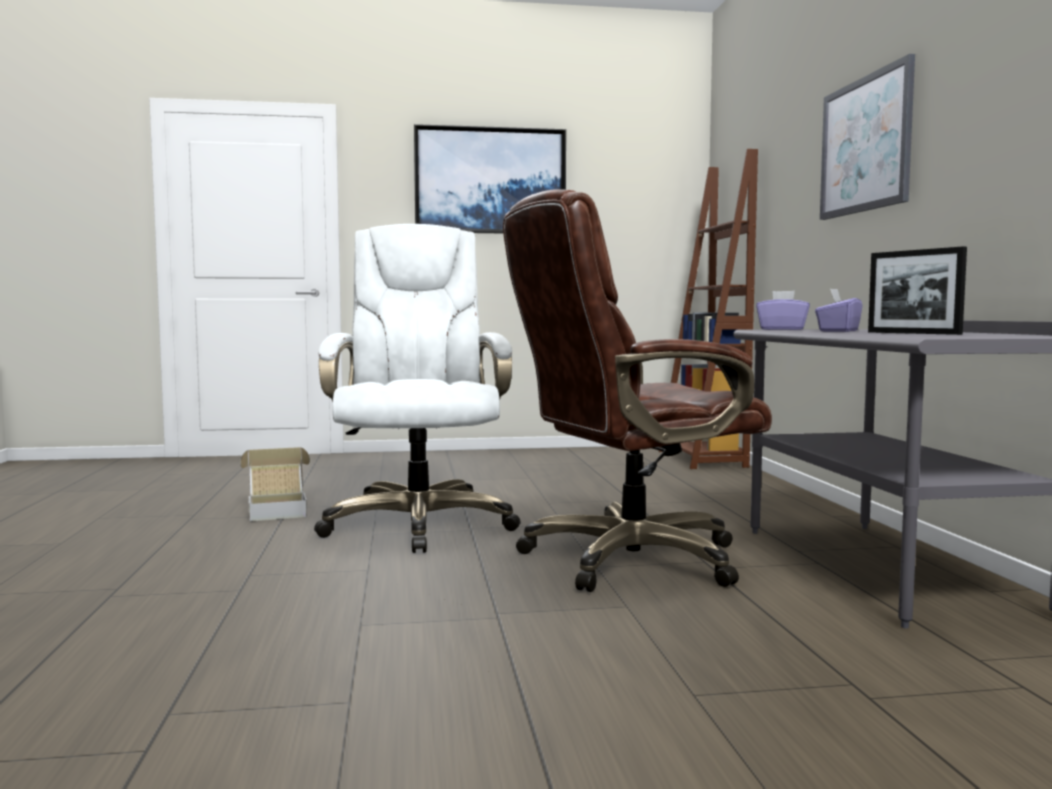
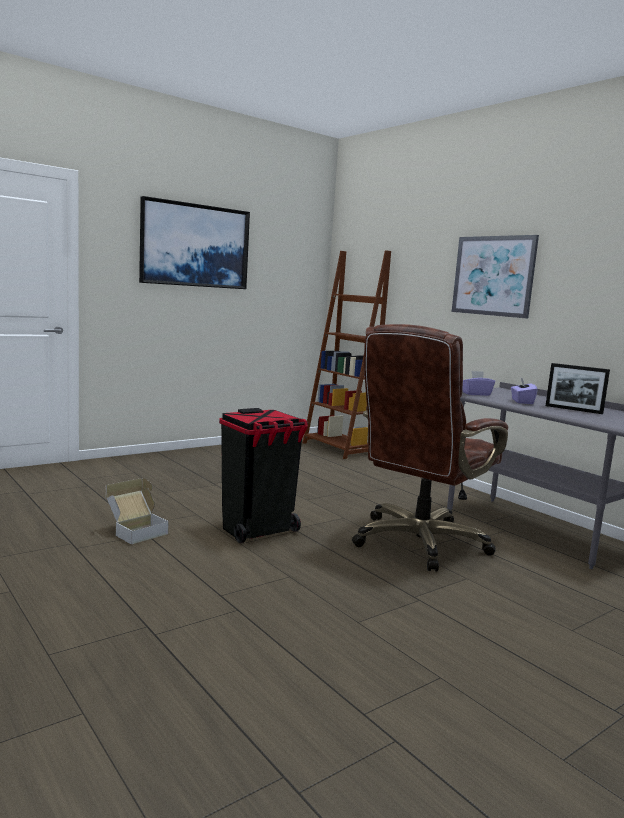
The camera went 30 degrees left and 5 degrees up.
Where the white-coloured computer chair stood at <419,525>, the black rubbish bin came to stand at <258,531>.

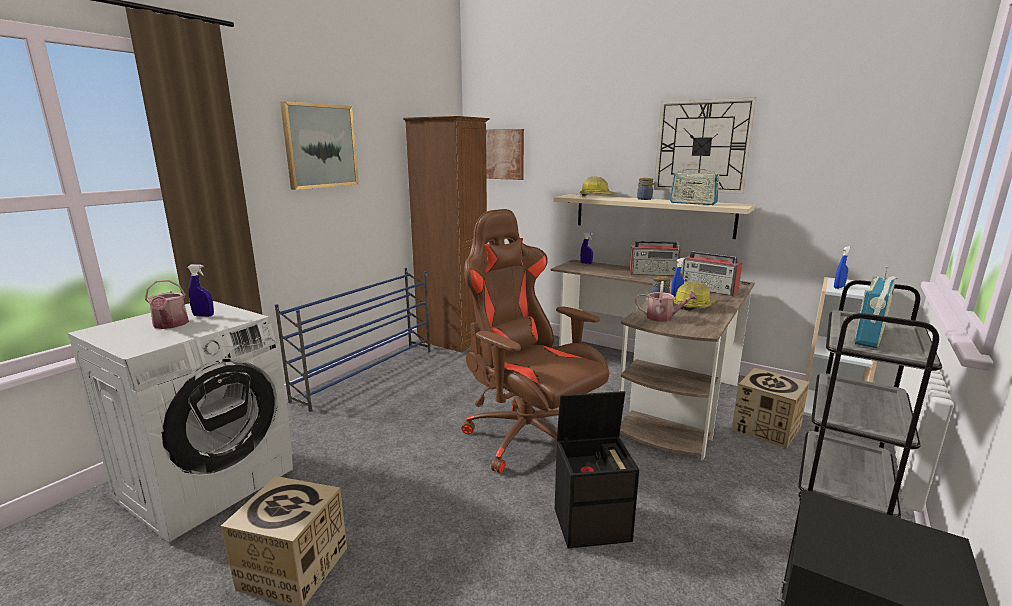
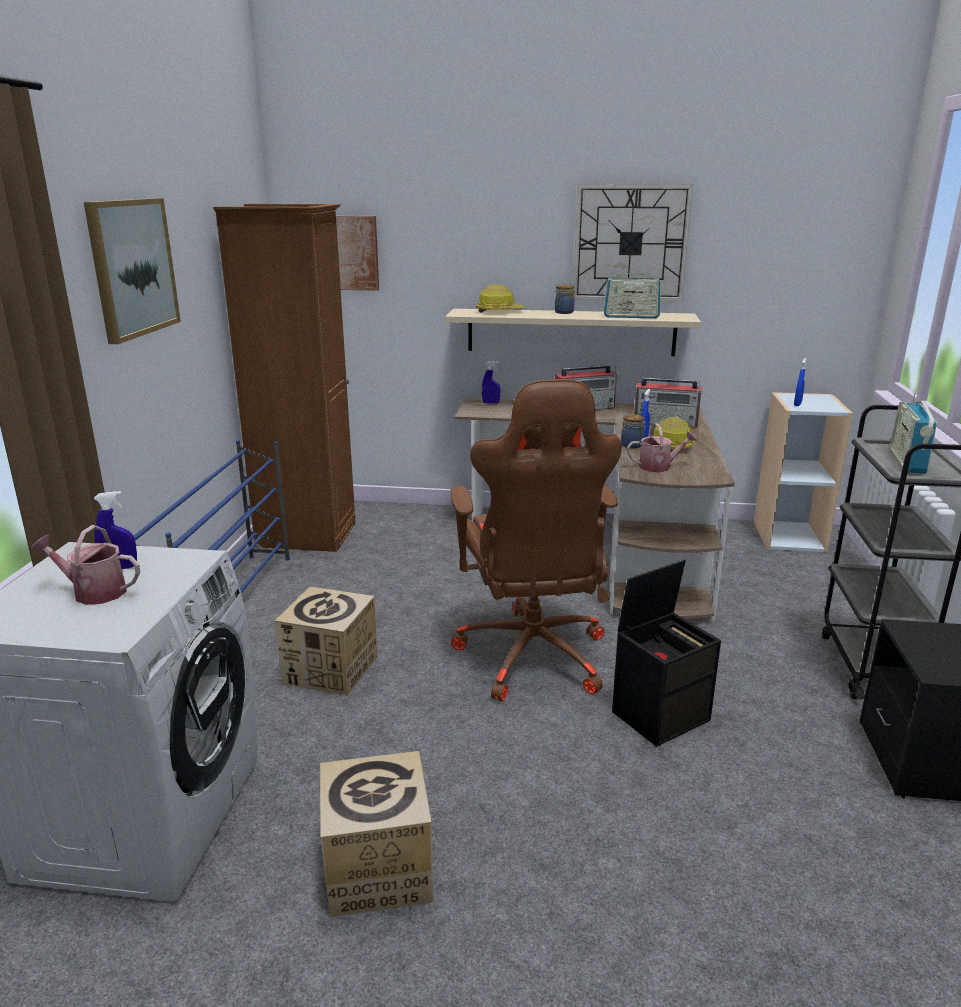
The camera went 25 degrees left and 5 degrees up.
The packing box ended up elsewhere, having gone from <766,428> to <331,669>.
The sprinkling can at <170,325> ended up facing another way, 150 degrees clockwise from before.
The brown computer chair at <533,444> ended up facing another way, 120 degrees counterclockwise from before.

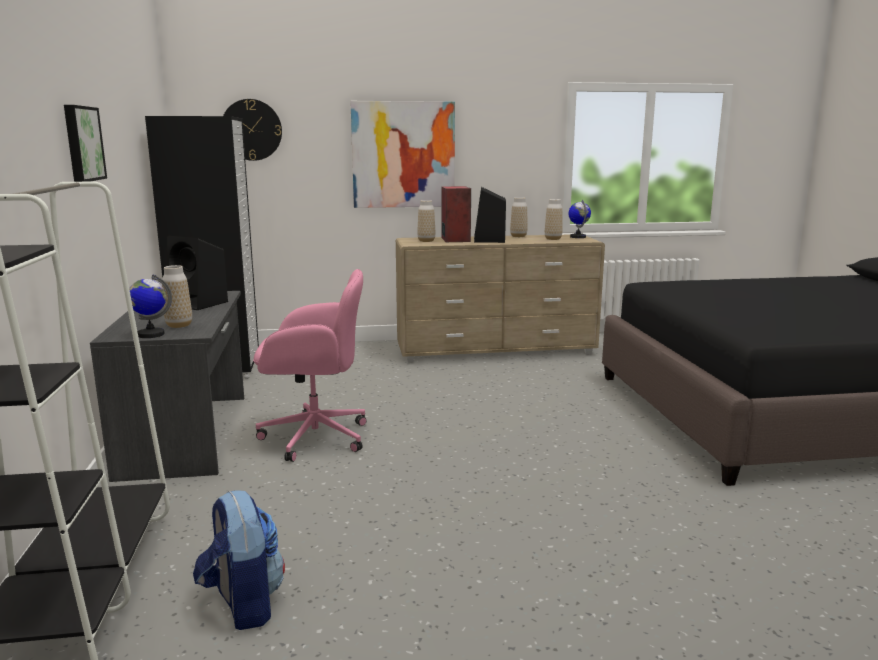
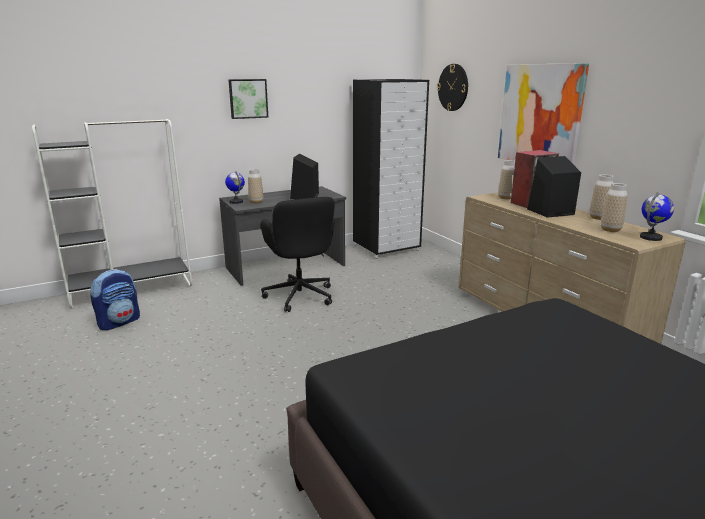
The camera went 70 degrees right and 5 degrees up.
What was the pink-coloured computer chair at <315,438> turned into the black computer chair at <299,296>.

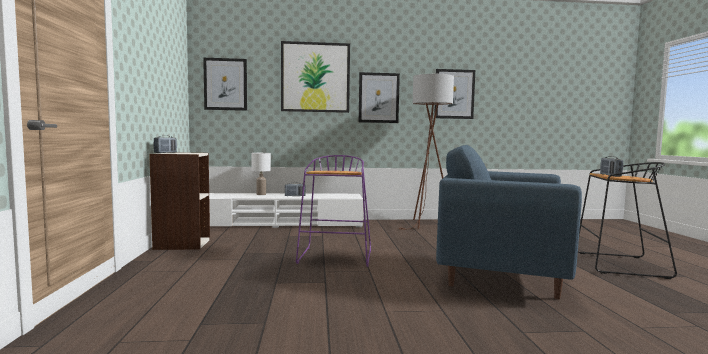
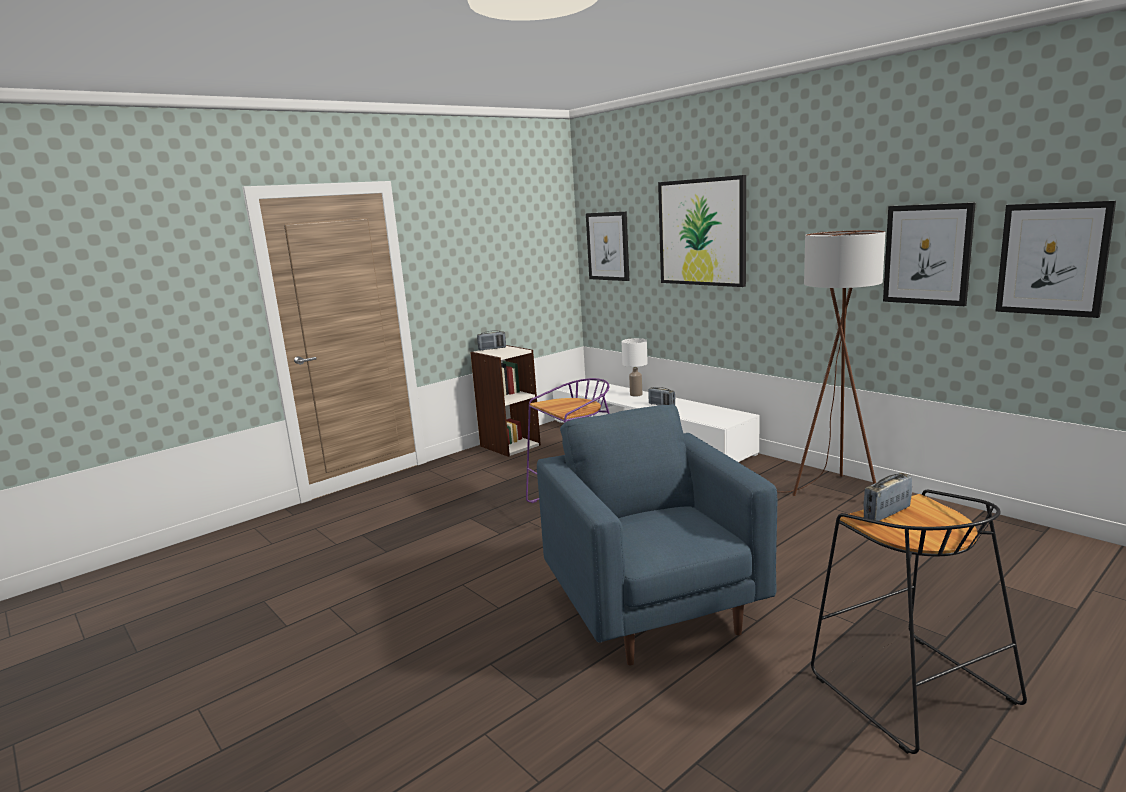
The camera went 55 degrees right and 10 degrees up.
The picture ended up elsewhere, having gone from <378,98> to <1052,259>.

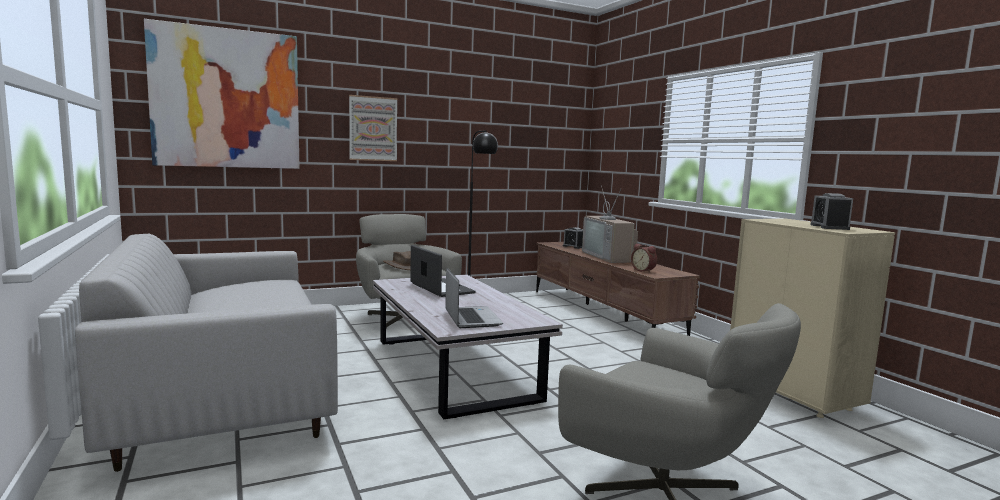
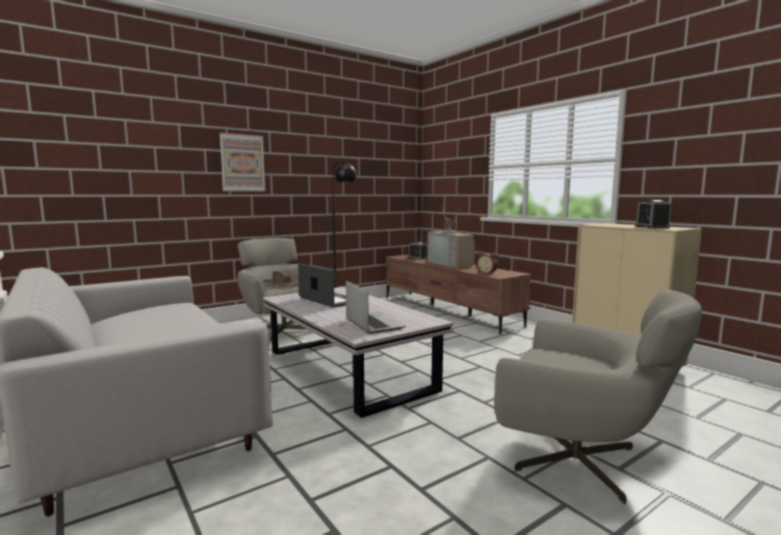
The camera went 10 degrees left and 0 degrees up.
The second view lost the picture at <226,99>.

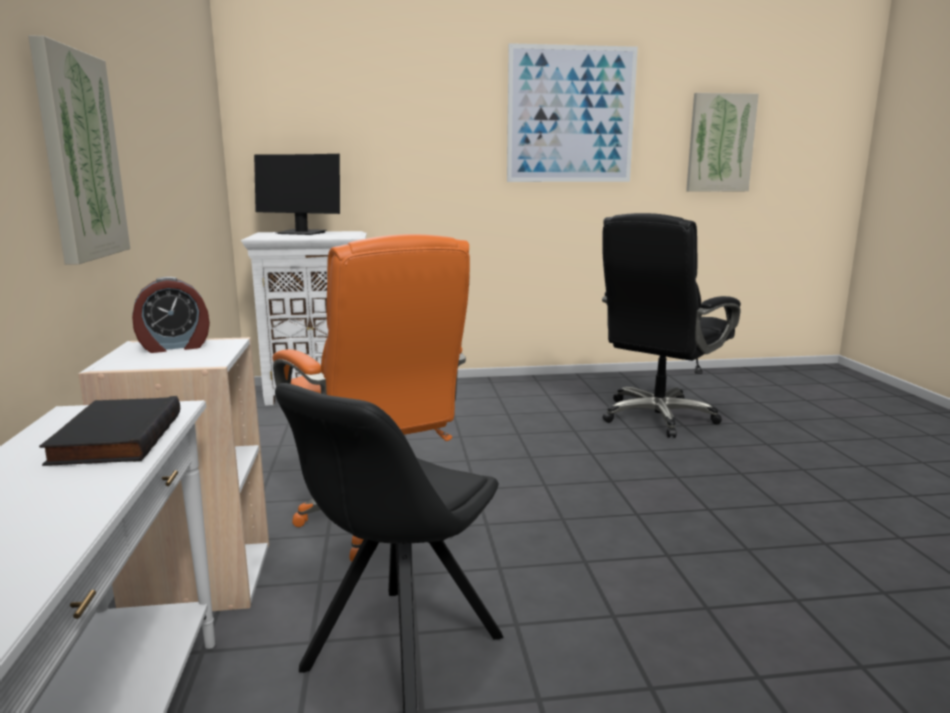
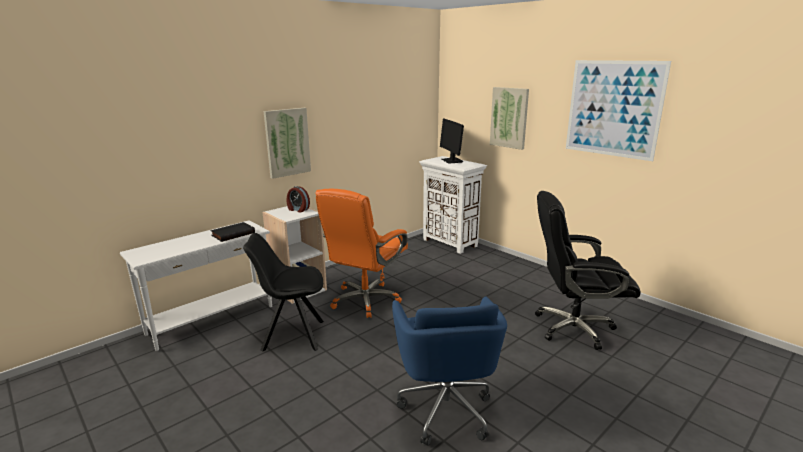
The camera went 55 degrees right and 5 degrees up.
The second view gained the bluish computer chair at <444,408>.
The picture ended up elsewhere, having gone from <720,143> to <509,117>.

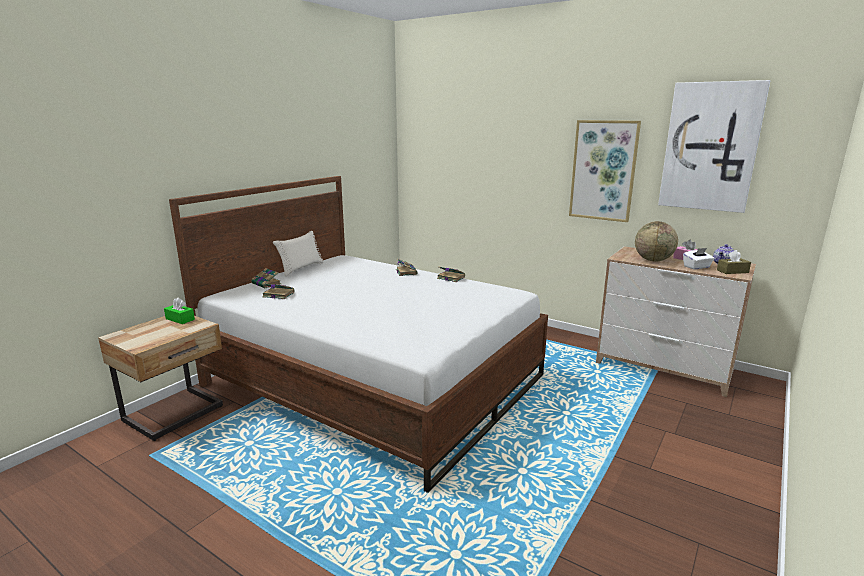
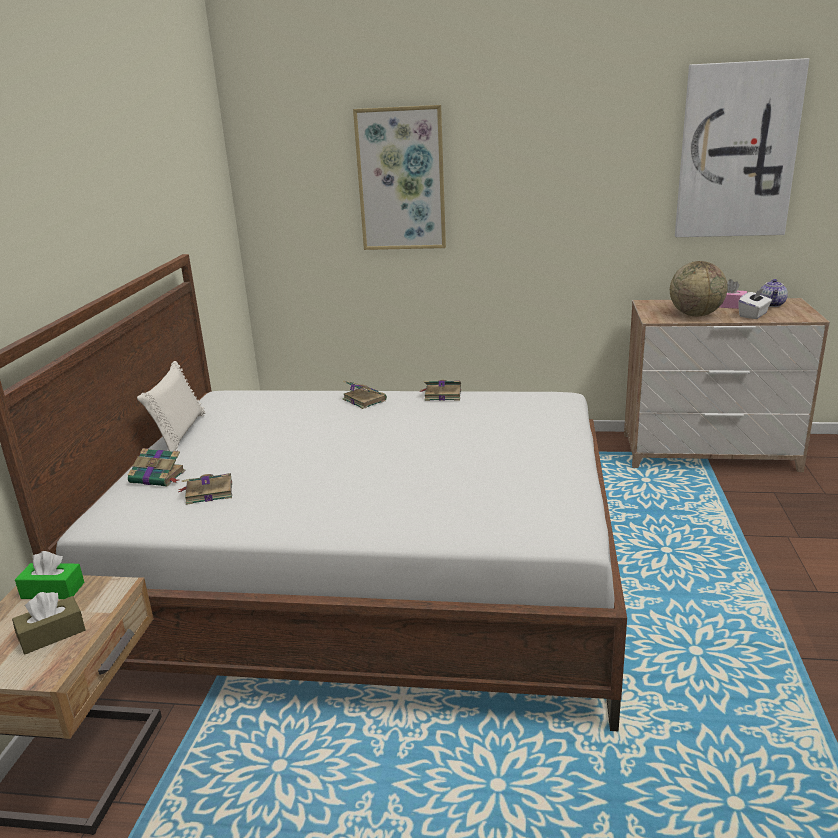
The camera went 25 degrees left and 5 degrees up.
The picture ended up elsewhere, having gone from <603,170> to <401,179>.
The brown tissue box ended up elsewhere, having gone from <732,271> to <52,634>.

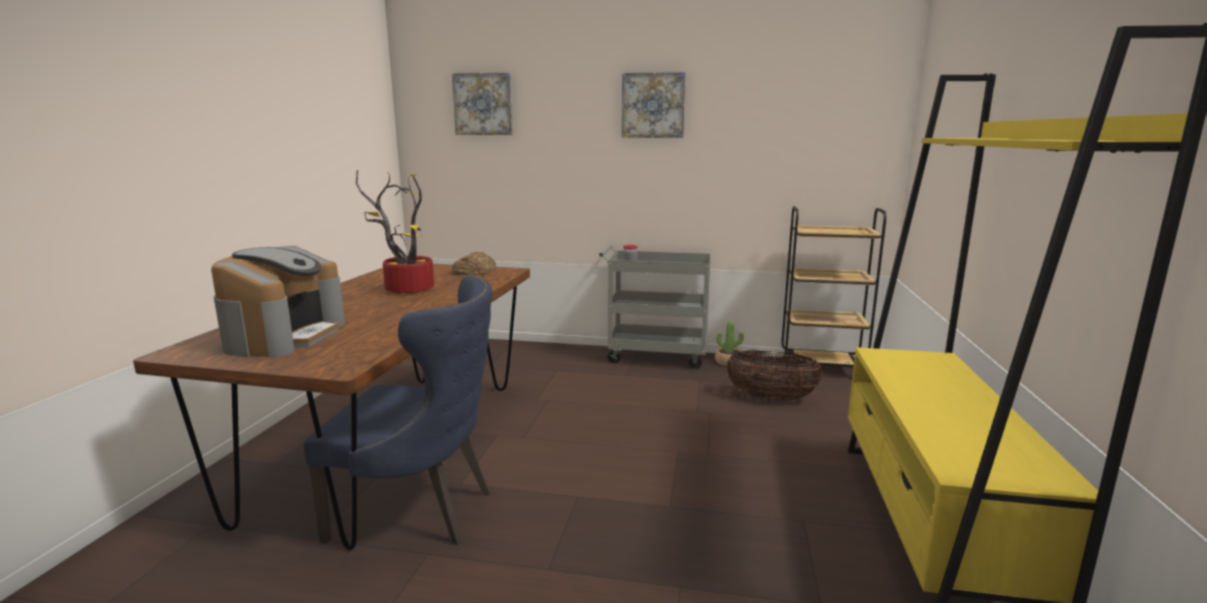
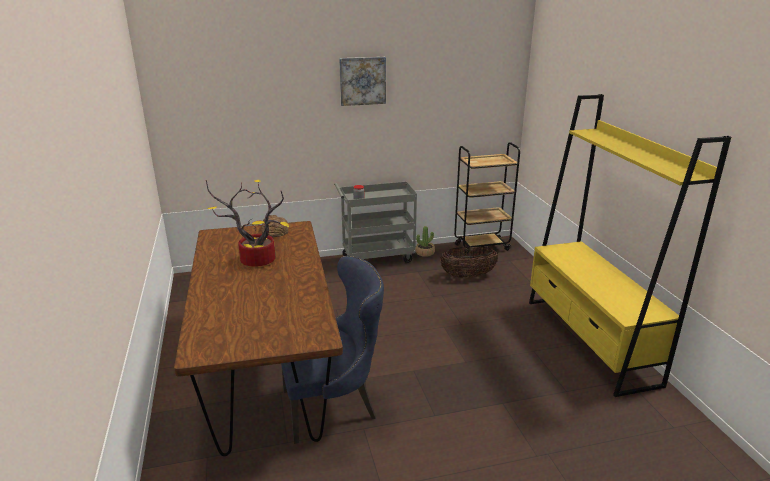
The camera went 25 degrees left and 10 degrees up.
The second view lost the coffee brewer at <285,336>.
The second view lost the picture at <483,104>.

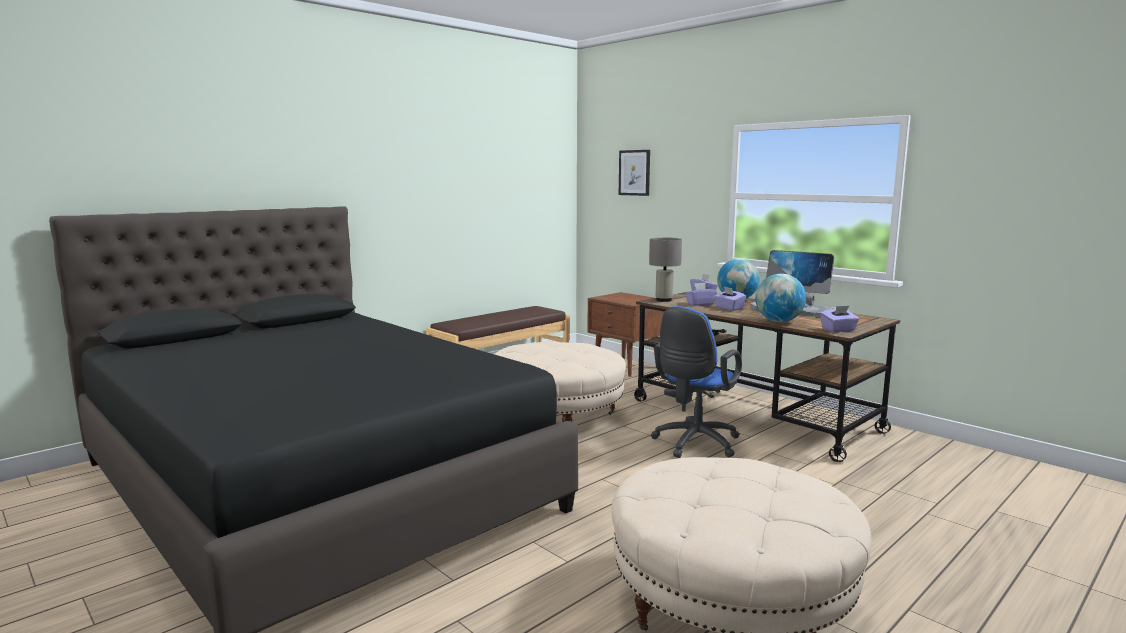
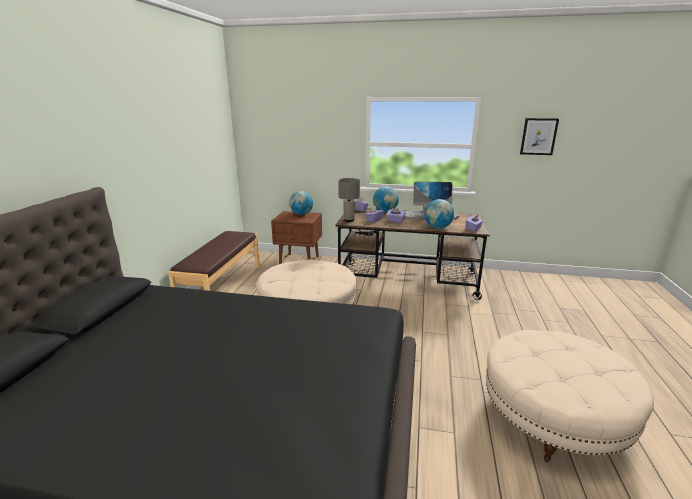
The camera went 35 degrees left and 10 degrees up.
The second view lost the bluish computer chair at <694,444>.
The second view gained the desk globe at <301,214>.
The picture ended up elsewhere, having gone from <634,172> to <538,136>.

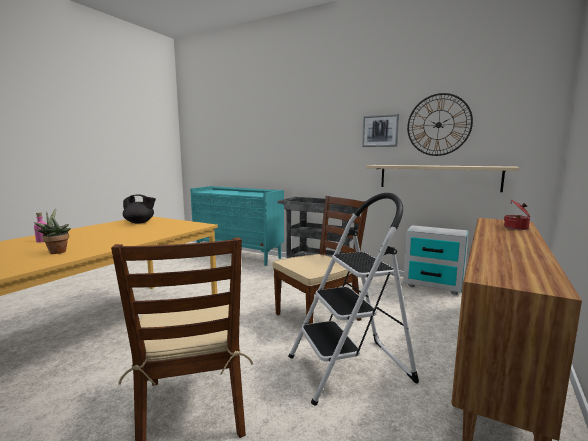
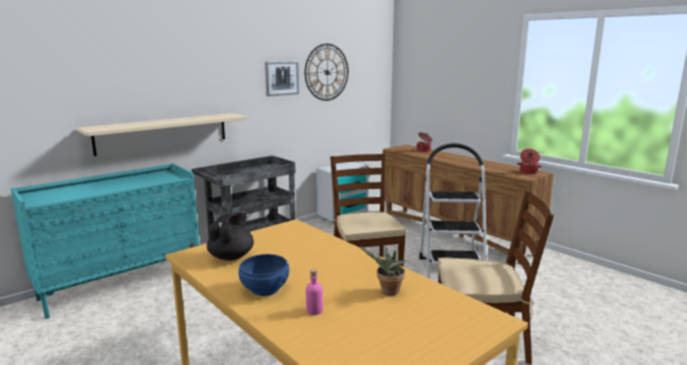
The camera went 70 degrees left and 5 degrees up.
The second view gained the bluish deep dish at <265,289>.
The second view gained the saucepot at <528,172>.
The sand-coloured wall shelf ended up elsewhere, having gone from <438,177> to <163,133>.

